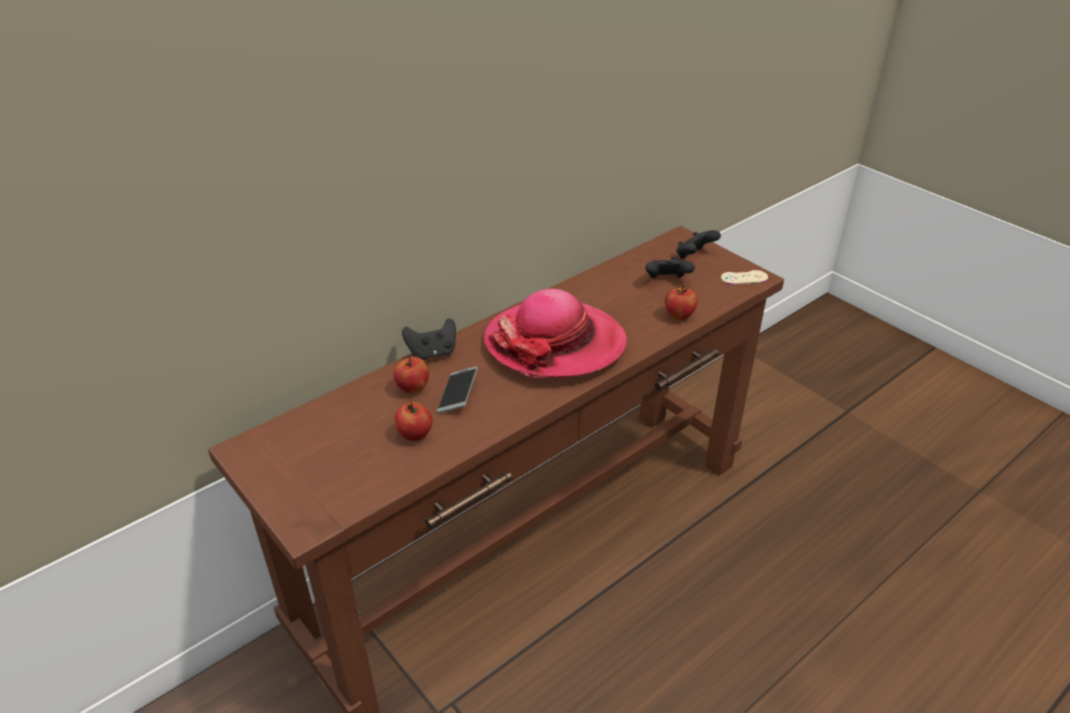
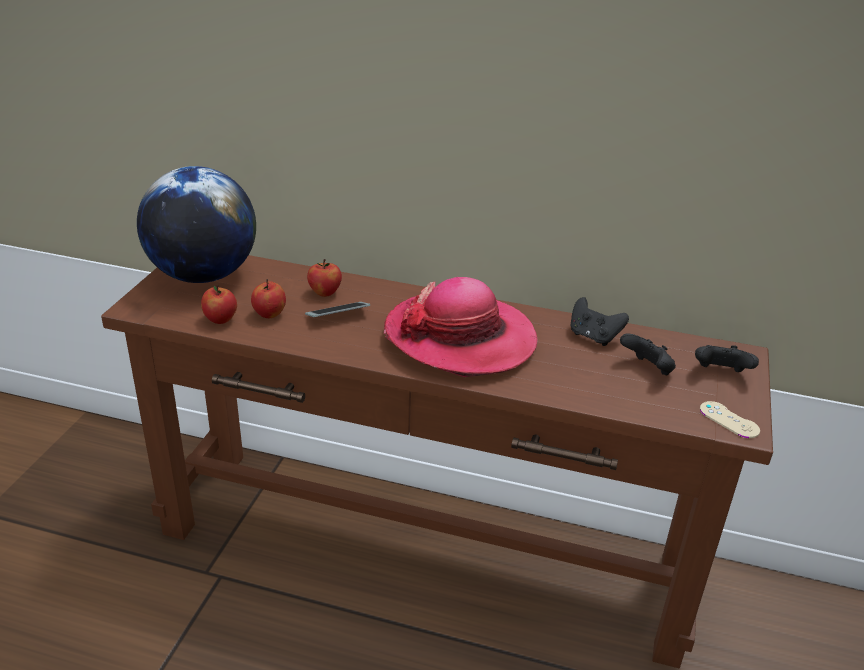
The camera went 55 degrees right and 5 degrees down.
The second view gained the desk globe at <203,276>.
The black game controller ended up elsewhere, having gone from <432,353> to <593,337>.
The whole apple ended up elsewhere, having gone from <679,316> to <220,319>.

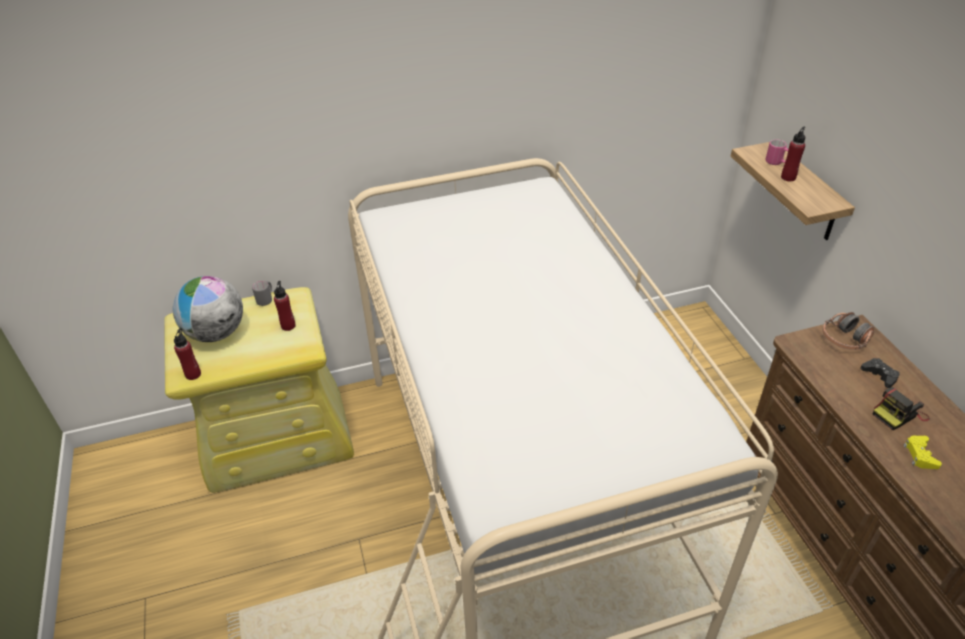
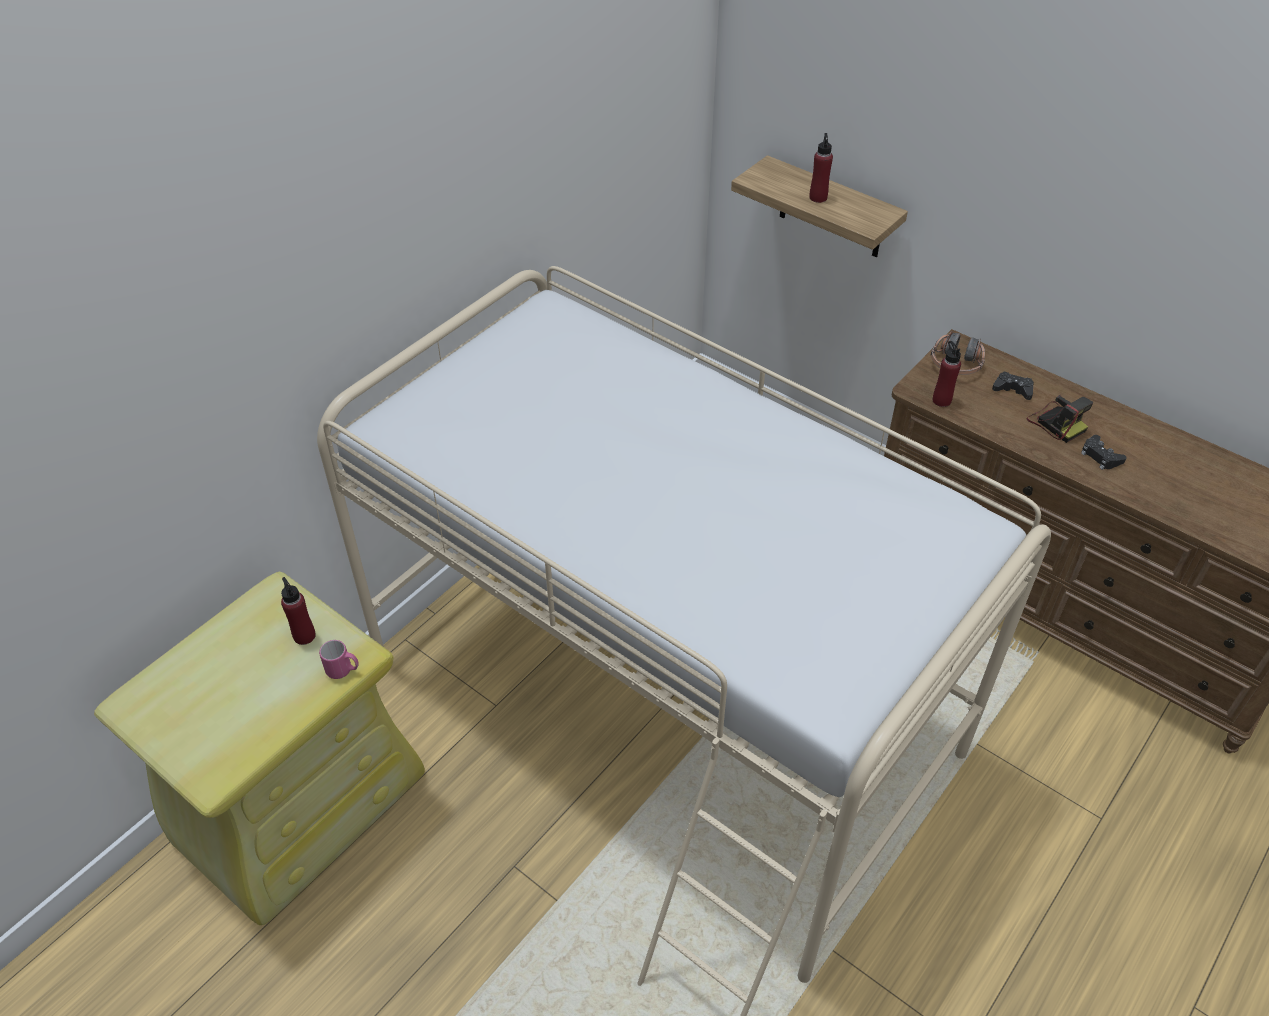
The camera went 35 degrees left and 5 degrees up.
The second view lost the desk globe at <216,333>.
The second view lost the gray coffee mug at <266,299>.
The red-coloured drink bottle ended up elsewhere, having gone from <193,374> to <941,400>.
The pink-coloured coffee mug ended up elsewhere, having gone from <776,163> to <343,670>.
What was the yellow-coloured game controller at <920,455> turned into the black game controller at <1100,456>.
The still camera at <898,414> ended up facing another way, 60 degrees counterclockwise from before.

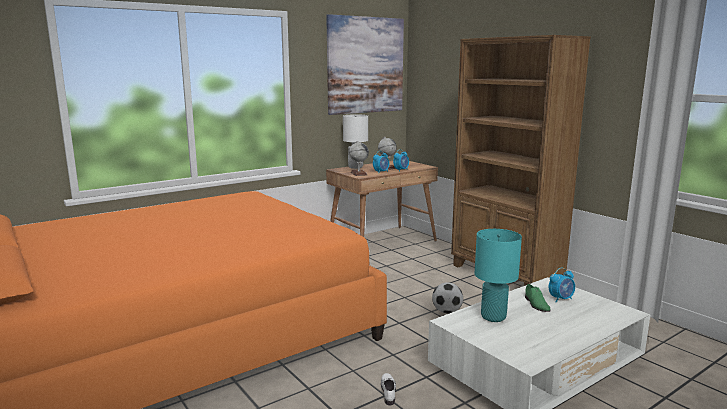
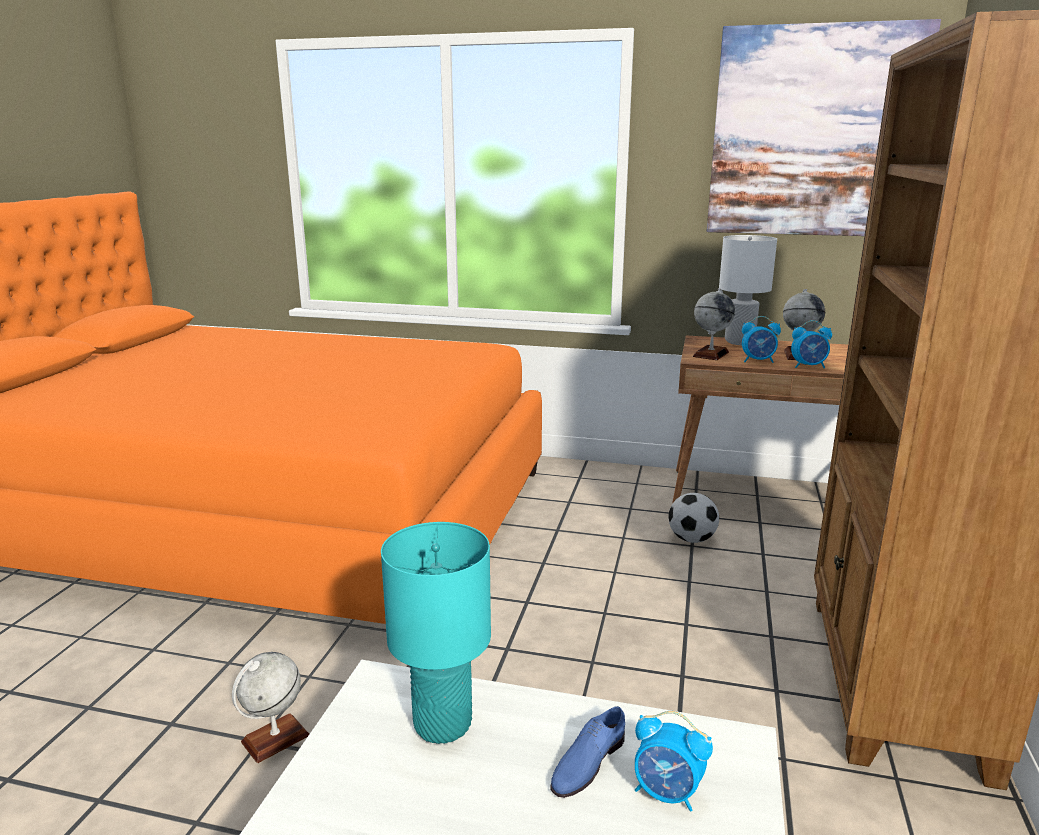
The camera went 50 degrees right and 5 degrees up.
The ball for football ended up elsewhere, having gone from <447,311> to <692,539>.
Where the white-coloured low shoe stood at <389,391>, the desk globe came to stand at <275,739>.
What was the greenish low shoe at <536,304> turned into the bluish low shoe at <587,762>.

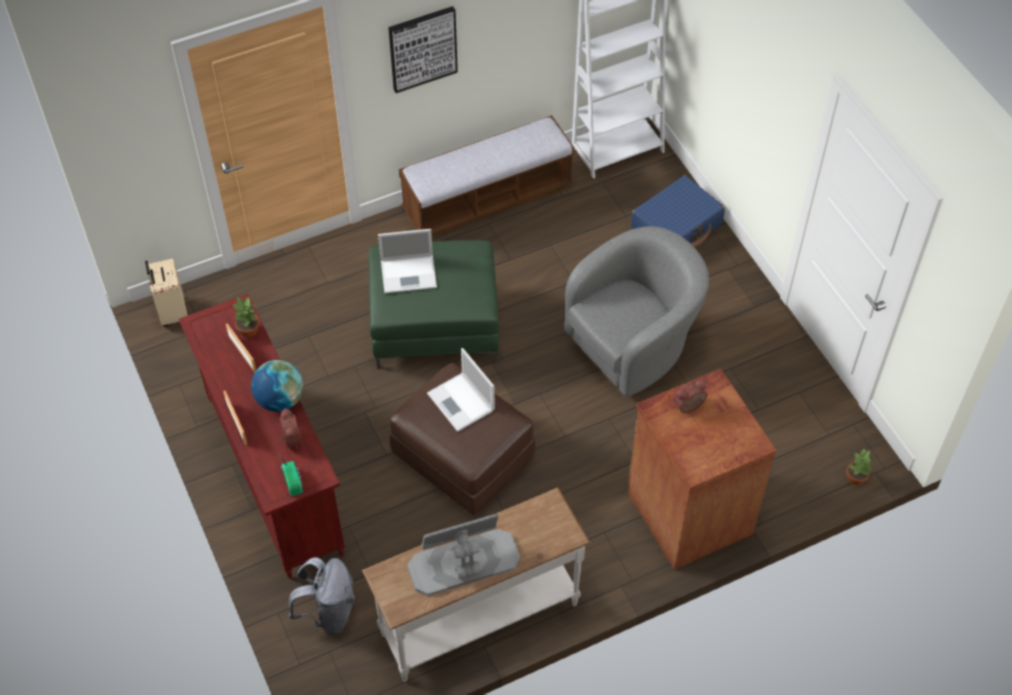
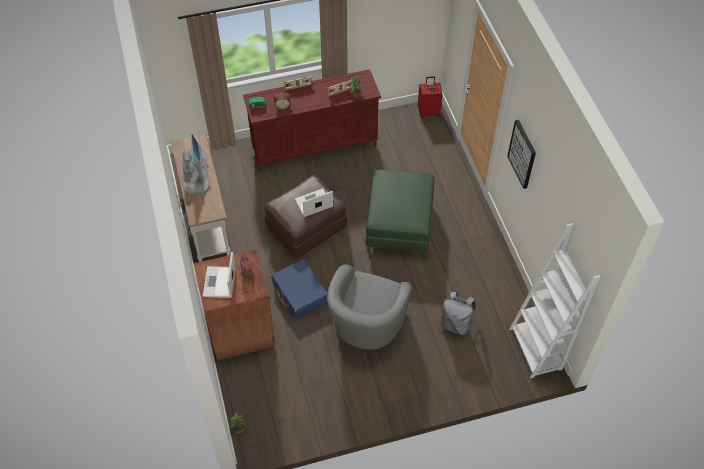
The camera went 100 degrees right and 0 degrees up.
The second view lost the desk globe at <280,399>.
The second view lost the long seat at <487,199>.
The gray backpack ended up elsewhere, having gone from <328,613> to <455,324>.
The portable computer ended up elsewhere, having gone from <410,273> to <219,283>.
The bluish suitcase ended up elsewhere, having gone from <676,226> to <300,294>.
What was the sand-coloured suitcase at <172,312> turned into the red-coloured suitcase at <428,112>.
The gray lounge chair at <633,344> ended up facing another way, 45 degrees clockwise from before.

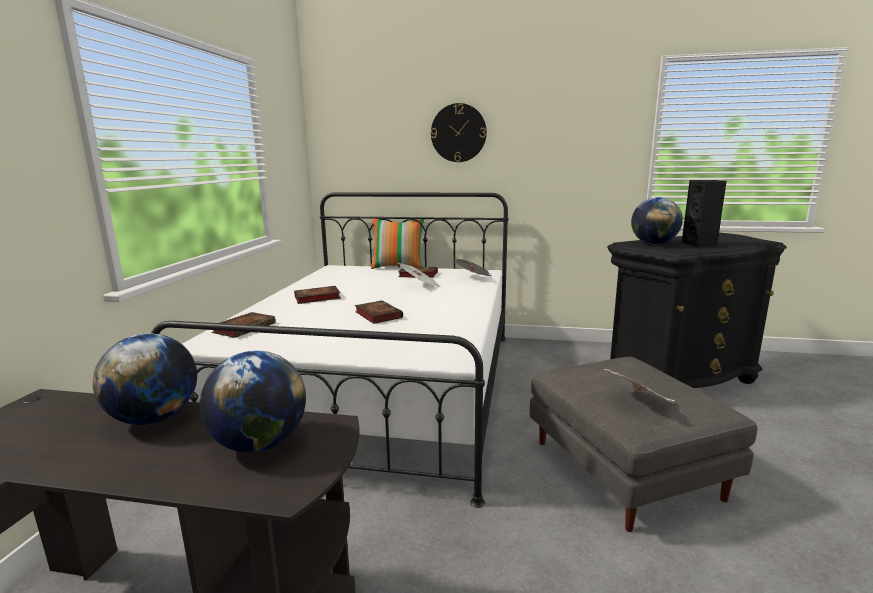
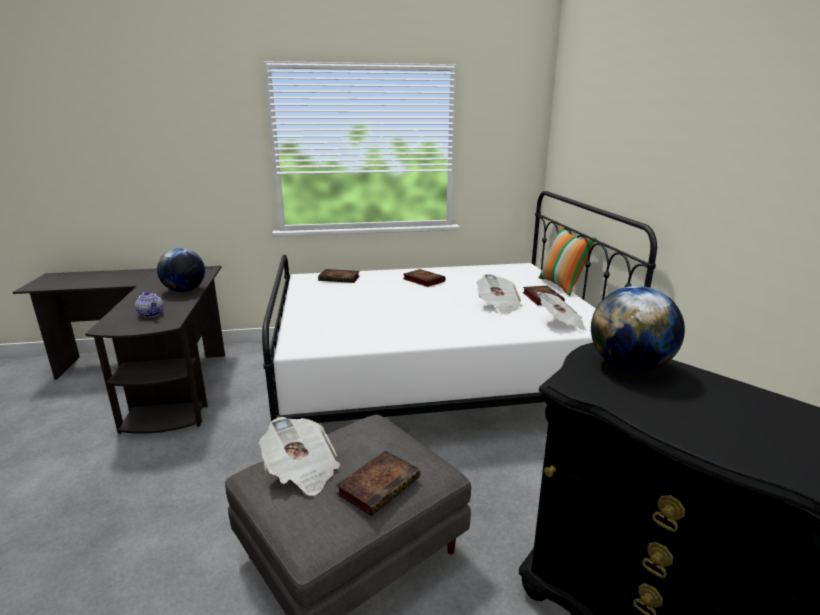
The camera went 70 degrees right and 5 degrees up.
The second view lost the wall clock at <458,133>.
The second view lost the black speaker at <700,245>.
The bound book ended up elsewhere, having gone from <377,315> to <380,484>.
Where the desk globe stood at <259,444>, the tea pot came to stand at <152,314>.

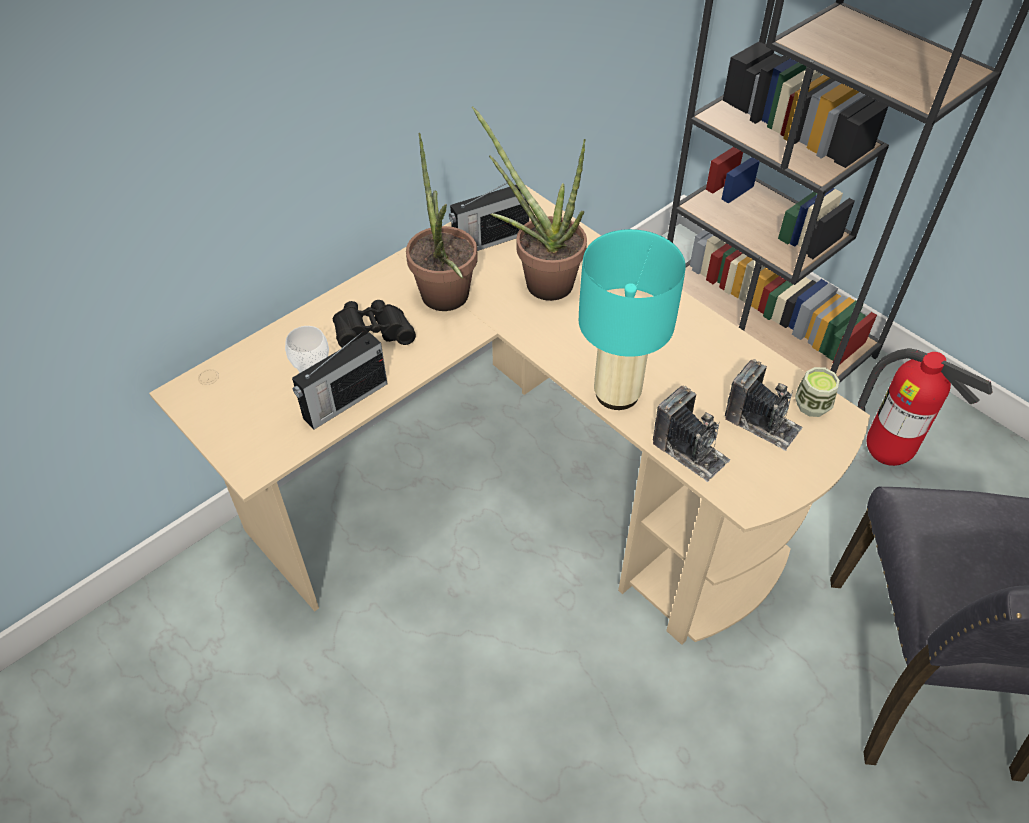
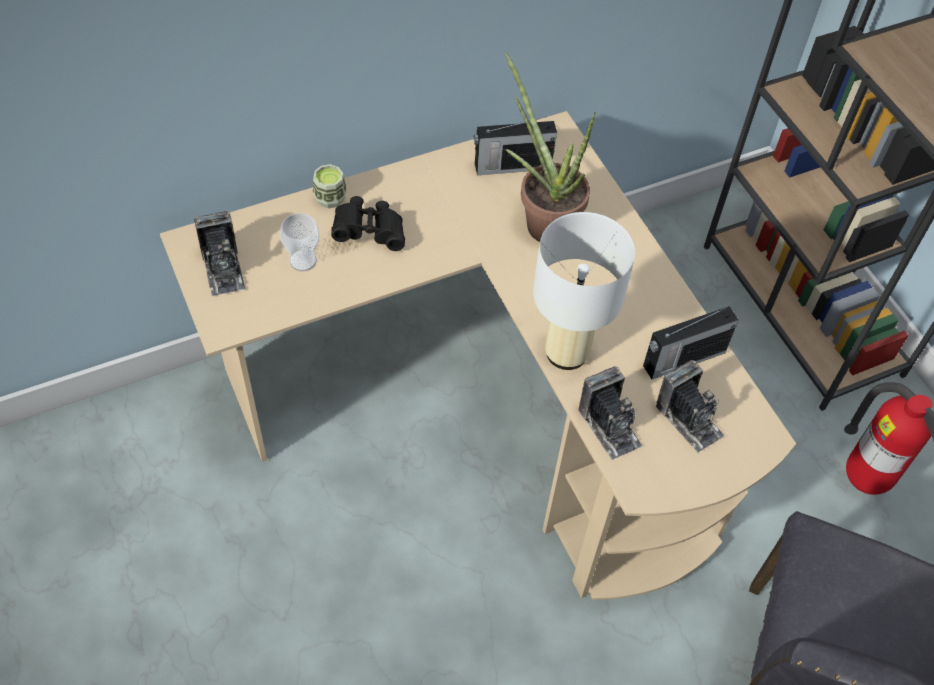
The camera went 15 degrees right and 5 degrees up.
The second view lost the houseplant at <446,303>.
The second view gained the still camera at <223,269>.
The radio ended up elsewhere, having gone from <344,401> to <682,359>.
The drinking cup ended up elsewhere, having gone from <812,405> to <330,198>.
What was the blue-green tabletop lamp at <616,392> turned into the white-coloured tabletop lamp at <566,351>.

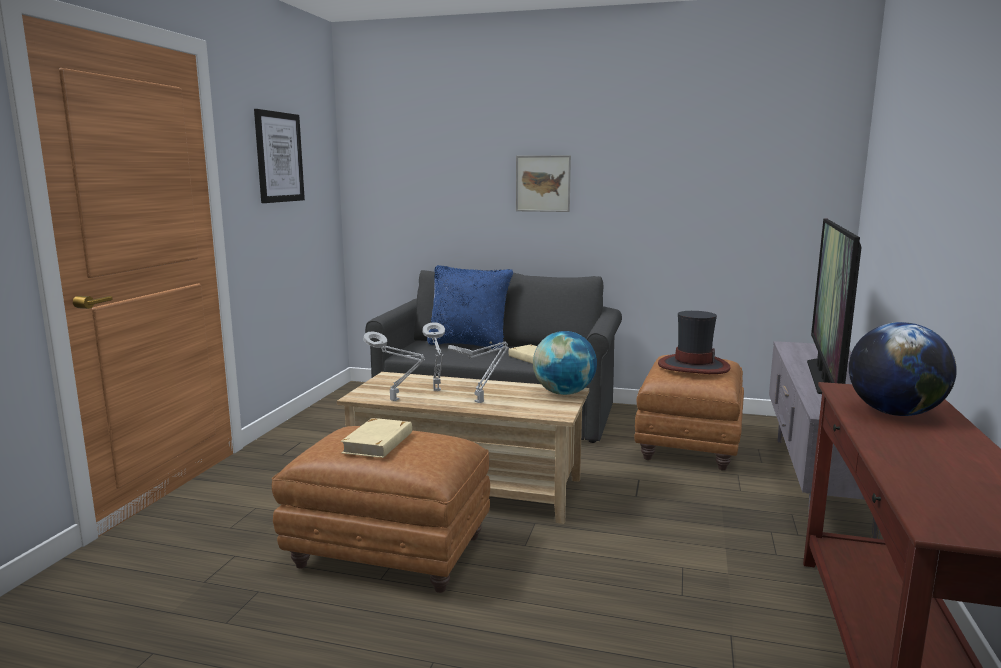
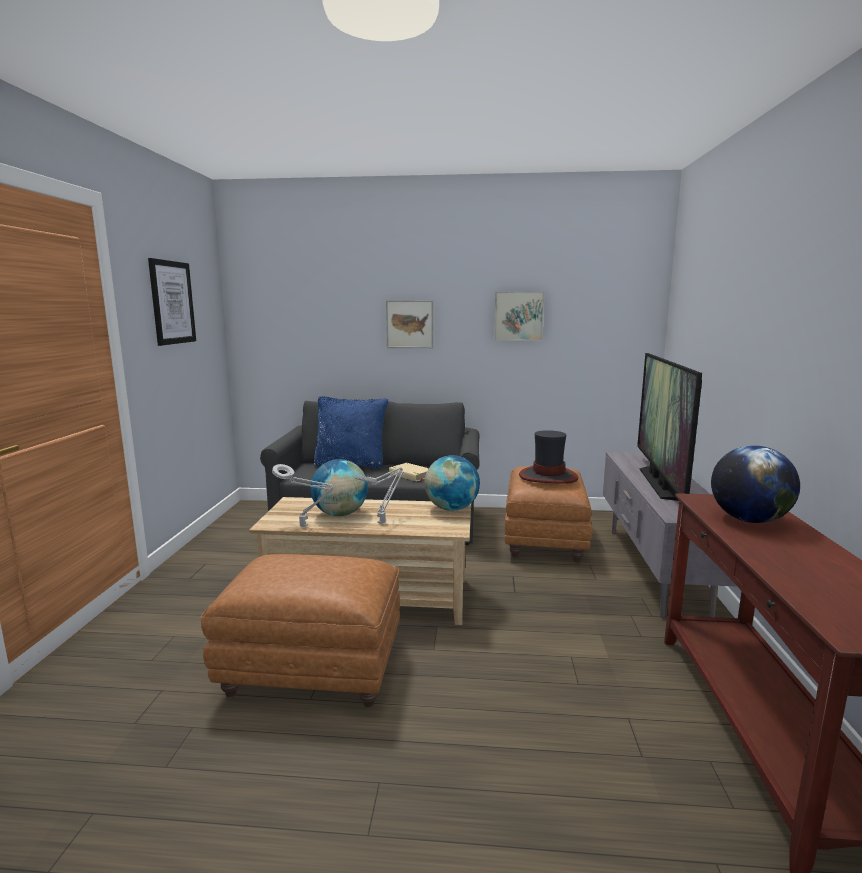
The camera went 10 degrees left and 0 degrees up.
The second view lost the sand-coloured bound book at <378,442>.
The second view gained the picture at <518,316>.
Where the gray tabletop lamp stood at <437,391>, the desk globe came to stand at <340,514>.

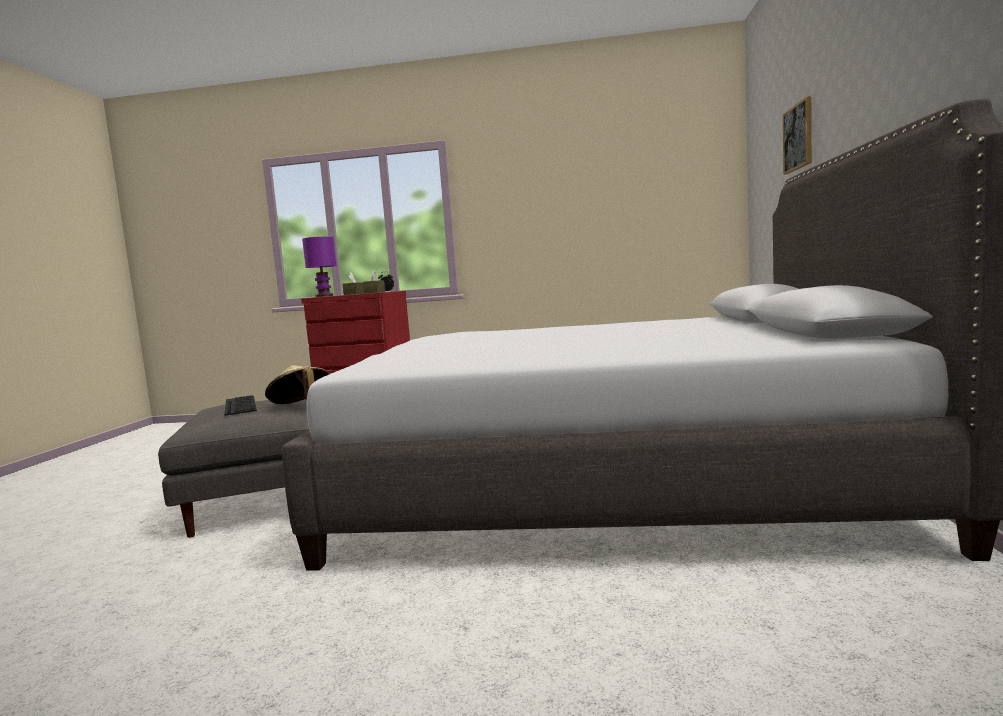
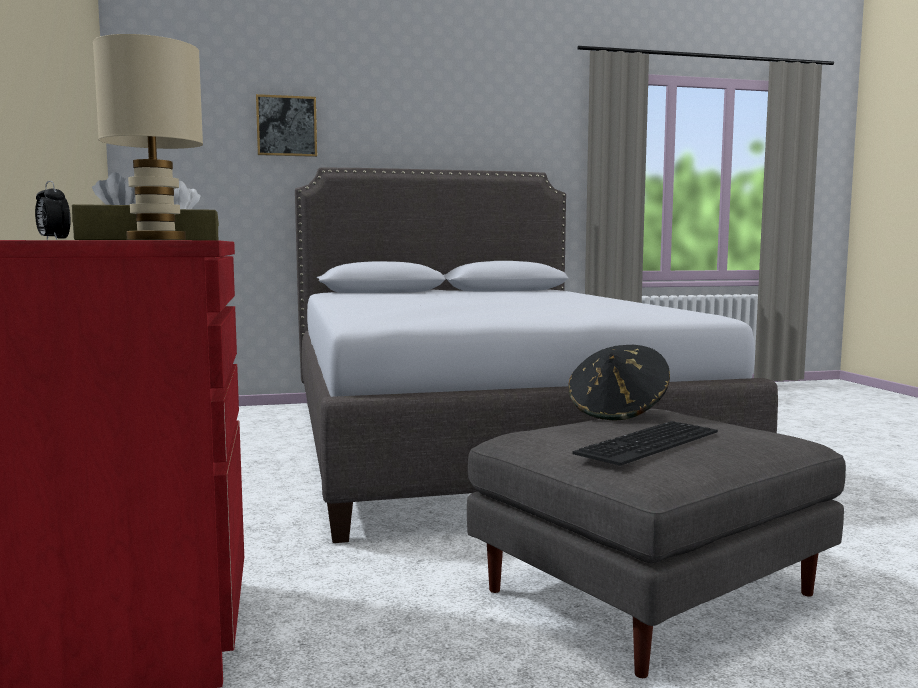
The camera went 110 degrees left and 0 degrees up.
What was the sand-coloured wearable hat at <300,405> turned into the black wearable hat at <618,412>.
What was the purple-coloured tabletop lamp at <324,296> turned into the sand-coloured tabletop lamp at <158,239>.

